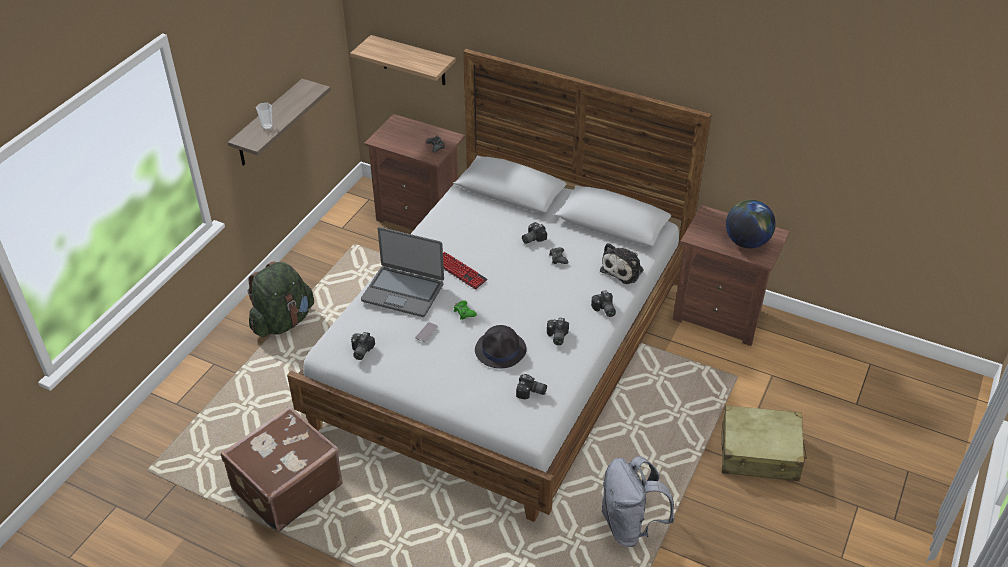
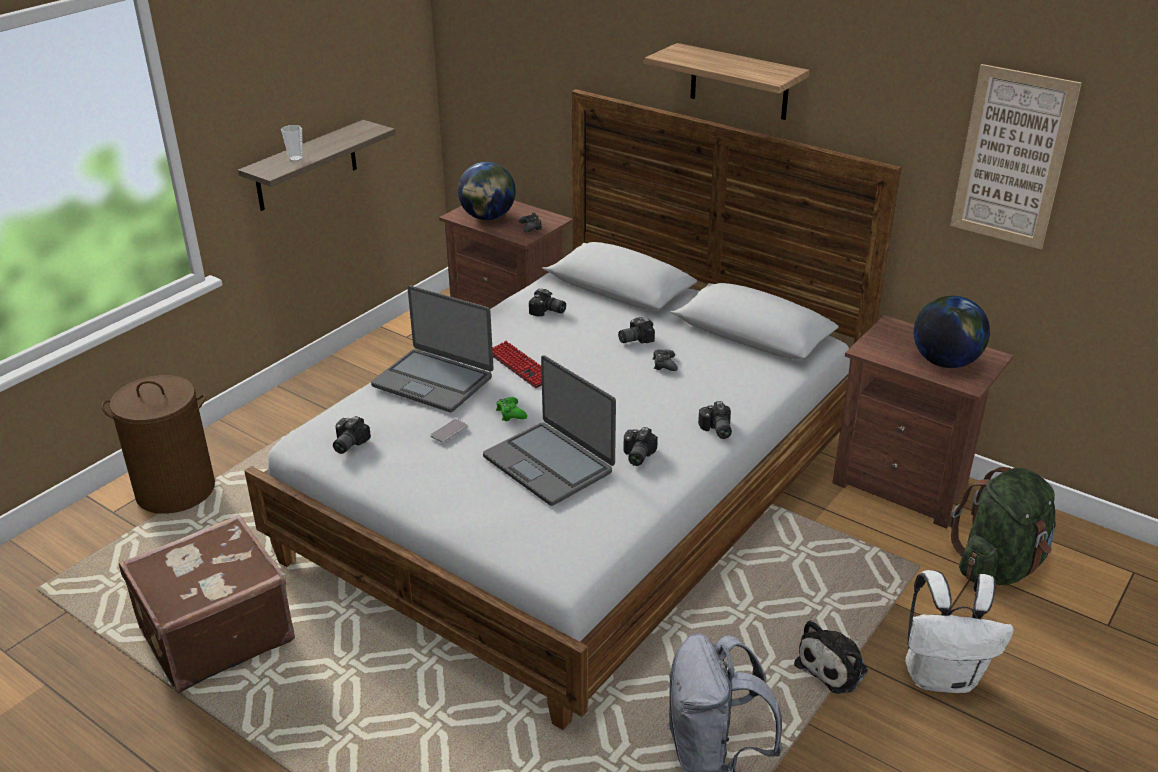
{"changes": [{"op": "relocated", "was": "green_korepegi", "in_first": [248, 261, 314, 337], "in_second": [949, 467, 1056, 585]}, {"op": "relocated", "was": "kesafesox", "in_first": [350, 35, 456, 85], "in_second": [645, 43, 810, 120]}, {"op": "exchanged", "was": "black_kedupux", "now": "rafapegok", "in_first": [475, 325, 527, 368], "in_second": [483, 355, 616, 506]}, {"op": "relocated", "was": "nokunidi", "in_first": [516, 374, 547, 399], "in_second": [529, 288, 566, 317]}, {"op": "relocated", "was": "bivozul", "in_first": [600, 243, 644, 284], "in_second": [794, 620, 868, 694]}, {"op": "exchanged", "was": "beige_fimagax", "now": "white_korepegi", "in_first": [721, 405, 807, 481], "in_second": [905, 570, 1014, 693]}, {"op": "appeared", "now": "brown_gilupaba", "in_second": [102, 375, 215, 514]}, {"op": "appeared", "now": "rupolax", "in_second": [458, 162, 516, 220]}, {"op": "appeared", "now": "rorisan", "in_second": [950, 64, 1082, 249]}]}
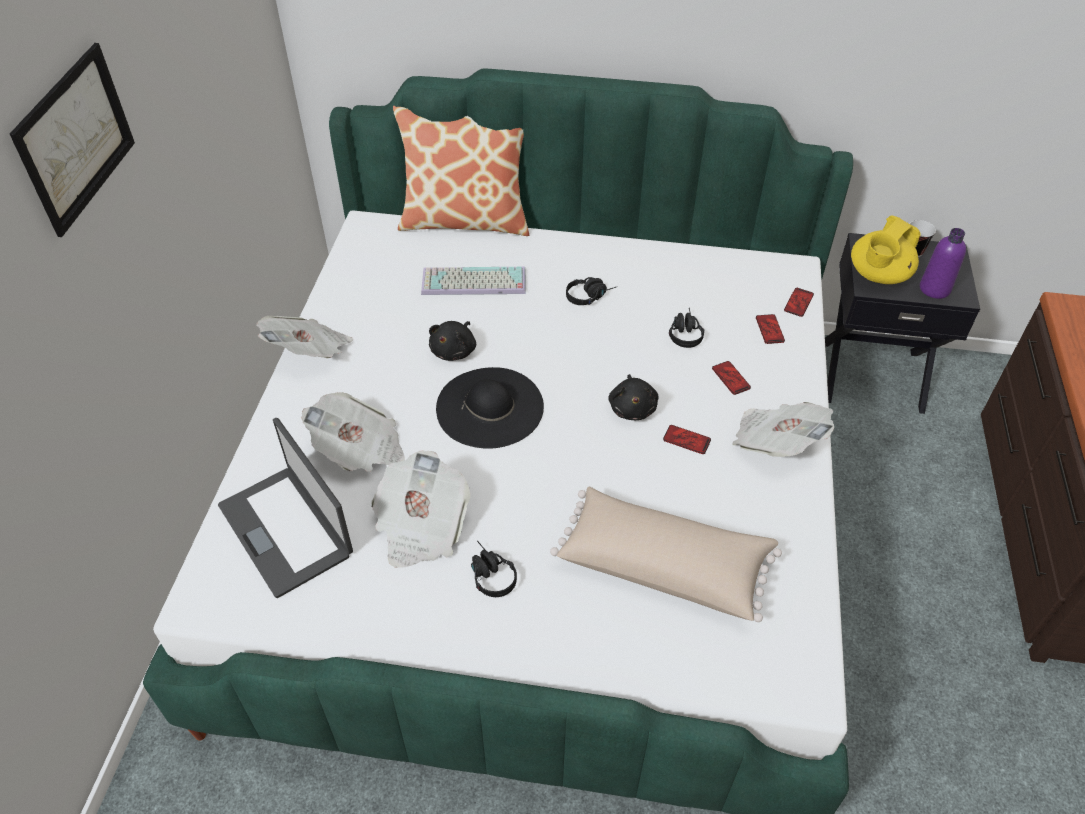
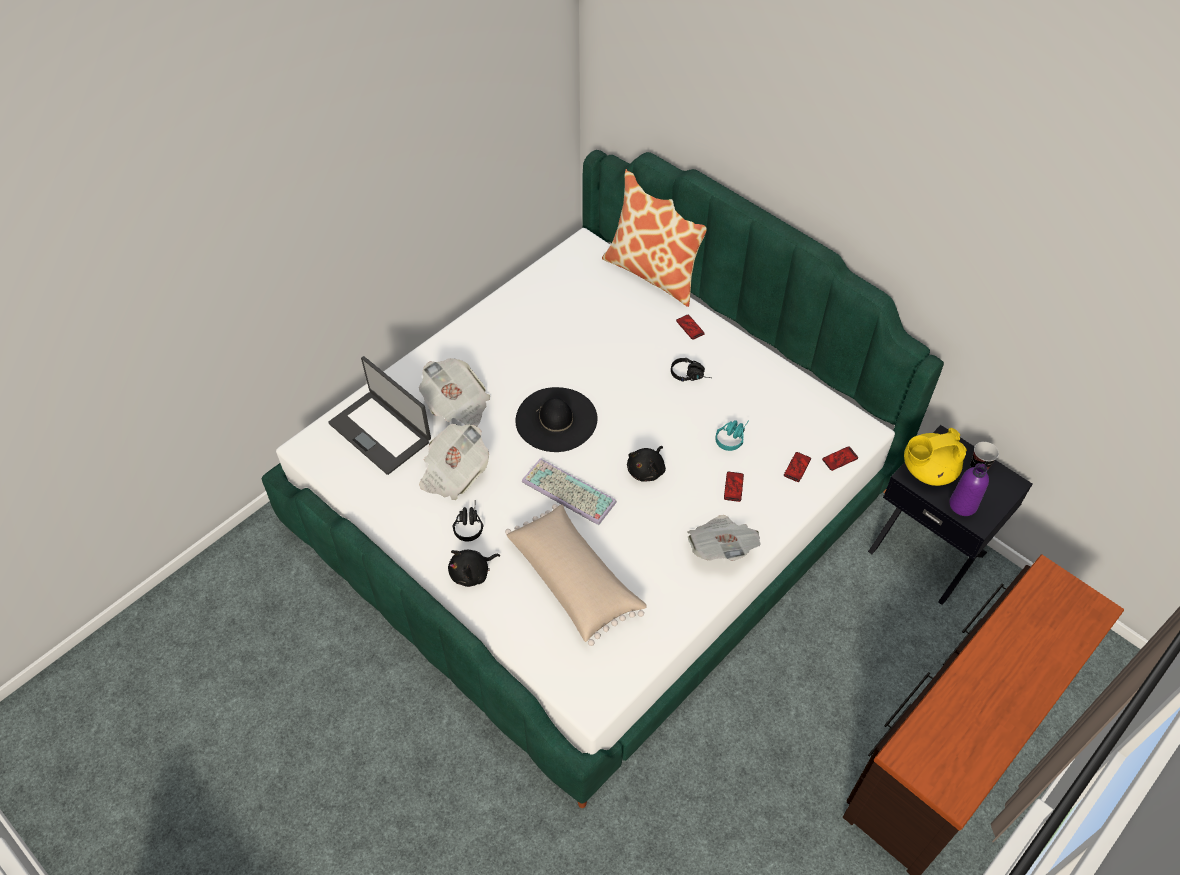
{"changes": [{"op": "missing", "was": "rorisan", "in_first": [10, 43, 135, 237]}, {"op": "spun", "was": "rafapegok", "in_first": [218, 418, 353, 598], "in_second": [328, 356, 431, 475], "clockwise": -45}, {"op": "missing", "was": "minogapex", "in_first": [256, 316, 353, 358]}, {"op": "relocated", "was": "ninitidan", "in_first": [421, 267, 526, 295], "in_second": [522, 458, 617, 525]}, {"op": "relocated", "was": "black_bivozul", "in_first": [429, 321, 476, 361], "in_second": [448, 550, 500, 587]}, {"op": "relocated", "was": "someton", "in_first": [663, 425, 711, 454], "in_second": [676, 315, 705, 340]}, {"op": "colour", "was": "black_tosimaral", "now": "turquoise_tosimaral", "in_first": [669, 308, 704, 348], "in_second": [715, 420, 749, 451]}]}
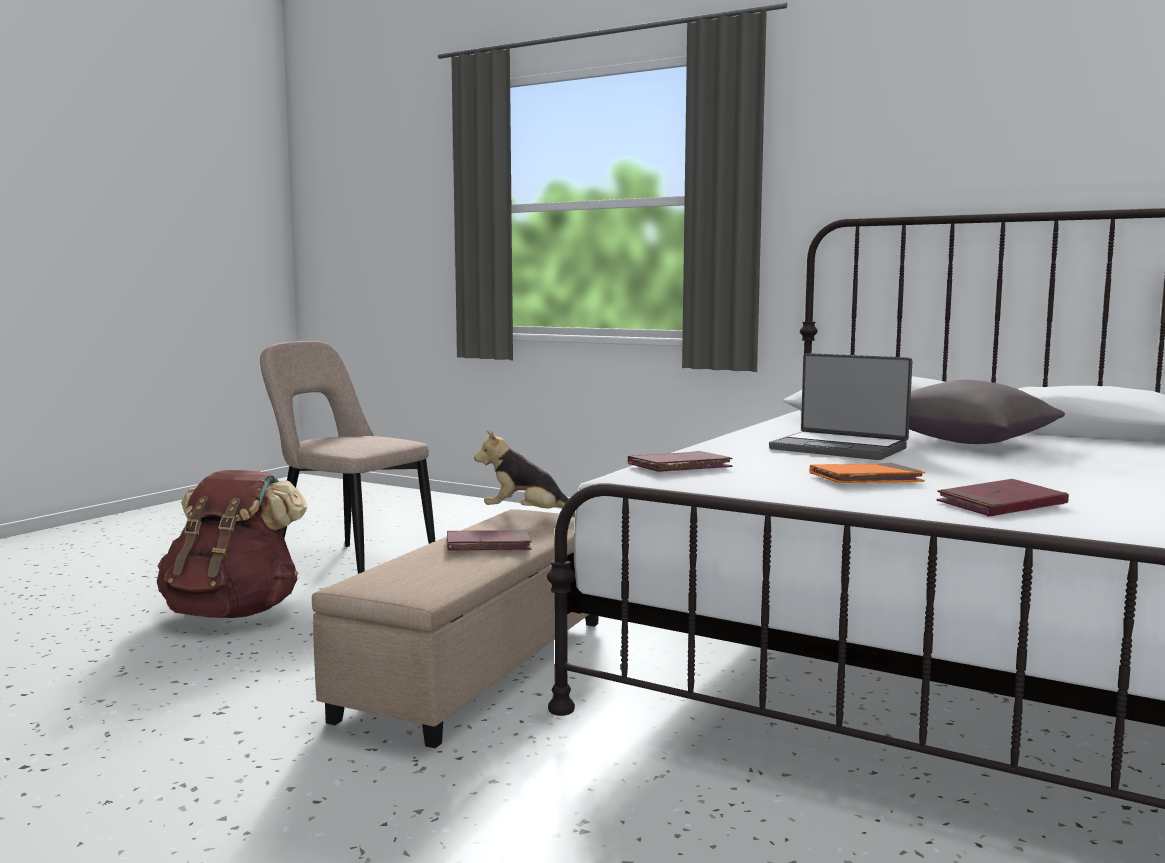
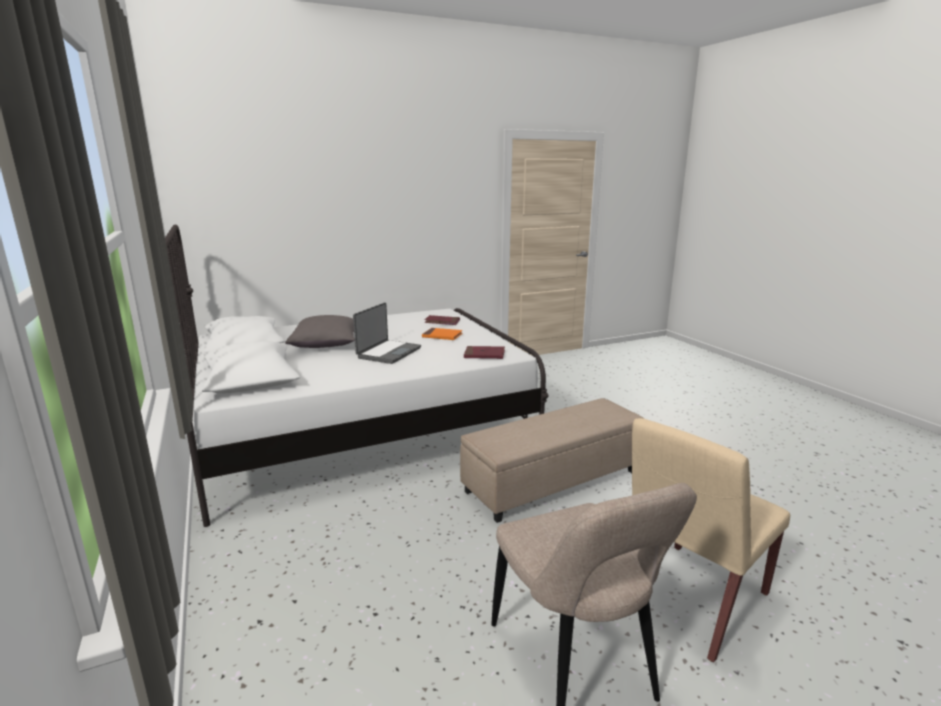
{"changes": [{"op": "exchanged", "was": "brown_korepegi", "now": "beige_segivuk", "in_first": [157, 470, 307, 618], "in_second": [632, 418, 790, 662]}, {"op": "missing", "was": "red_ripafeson", "in_first": [447, 529, 532, 550]}, {"op": "missing", "was": "bivozul", "in_first": [474, 430, 575, 518]}, {"op": "spun", "was": "rafapegok", "in_first": [769, 353, 912, 460], "in_second": [353, 303, 421, 364], "clockwise": 45}]}
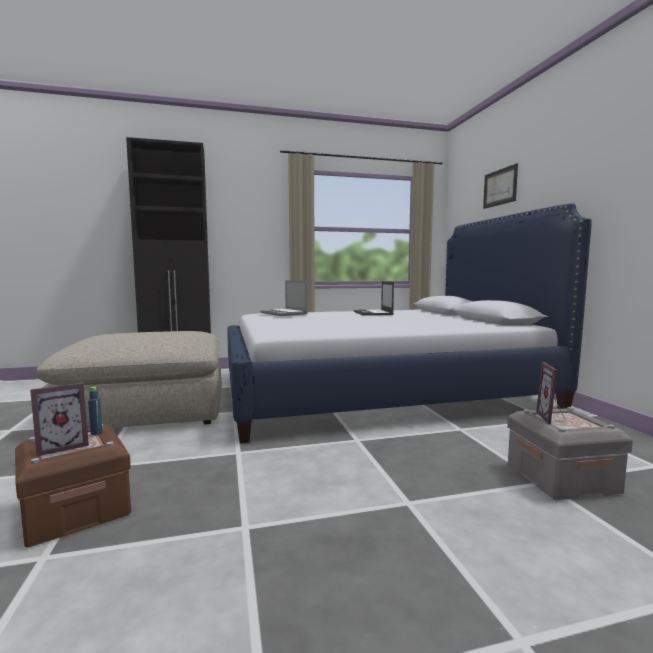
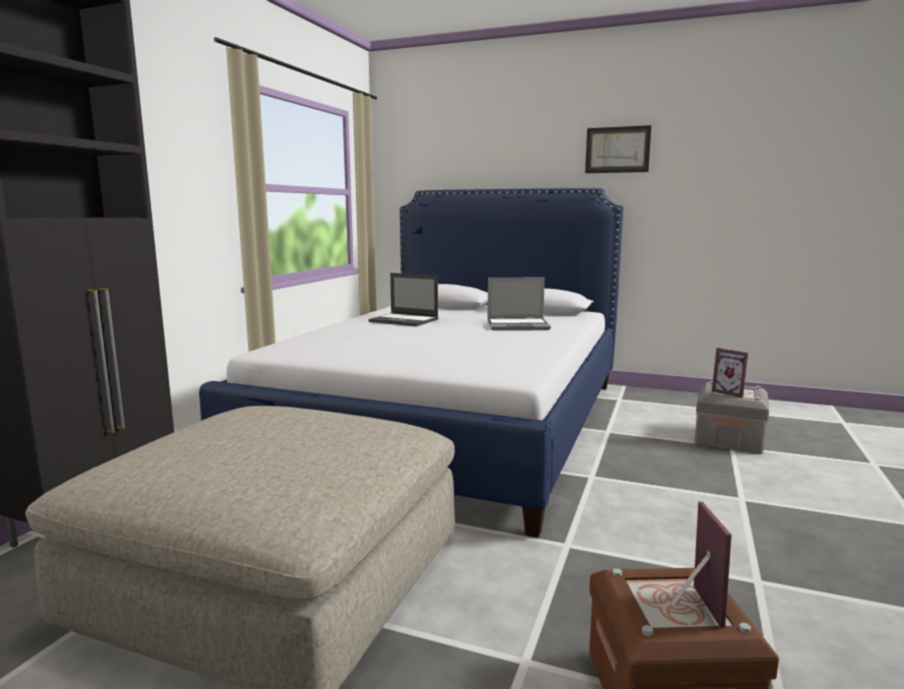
{"changes": [{"op": "missing", "was": "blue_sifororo", "in_first": [88, 387, 103, 435]}, {"op": "relocated", "was": "rafapegok", "in_first": [260, 280, 308, 316], "in_second": [487, 277, 551, 331]}, {"op": "relocated", "was": "rorisan", "in_first": [483, 163, 518, 209], "in_second": [585, 125, 652, 173]}]}
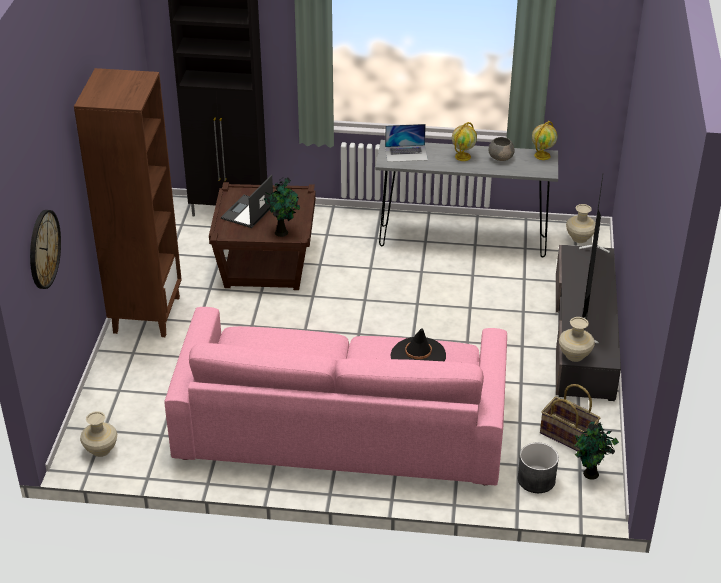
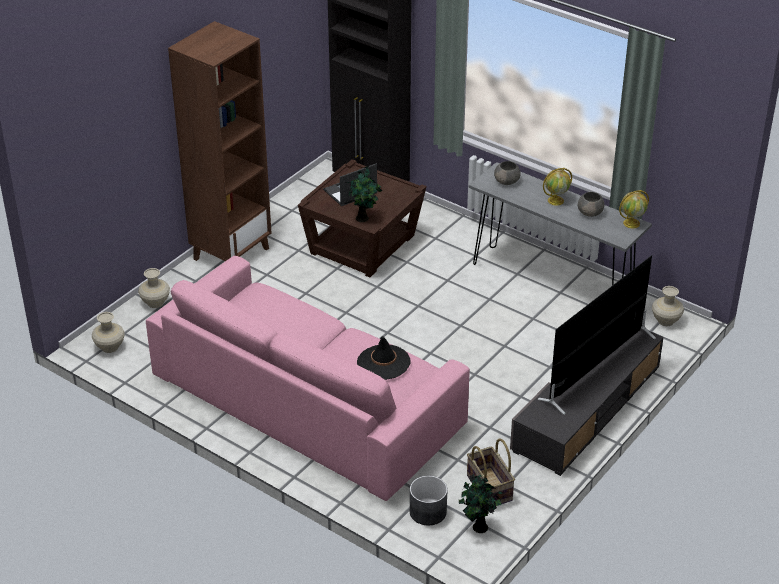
{"changes": [{"op": "missing", "was": "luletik", "in_first": [30, 210, 61, 289]}, {"op": "exchanged", "was": "rafapegok", "now": "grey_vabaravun", "in_first": [385, 124, 428, 162], "in_second": [494, 161, 521, 185]}, {"op": "relocated", "was": "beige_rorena", "in_first": [559, 317, 595, 362], "in_second": [138, 268, 170, 308]}]}
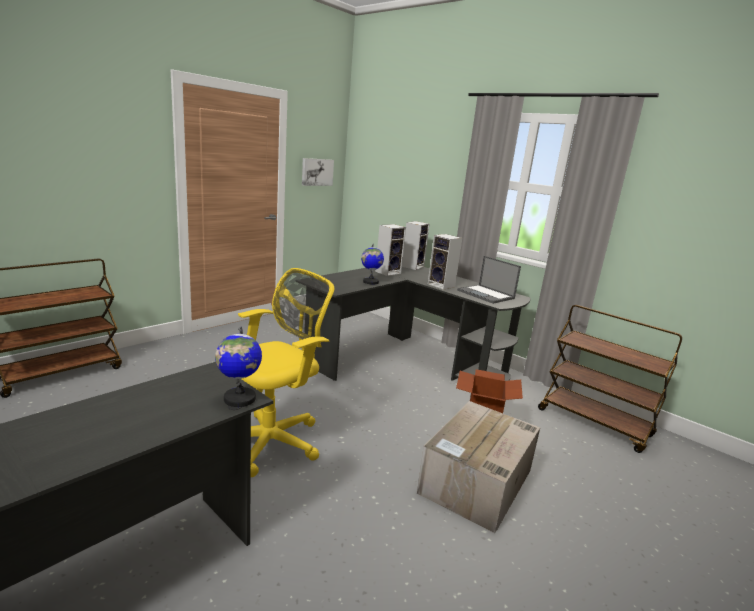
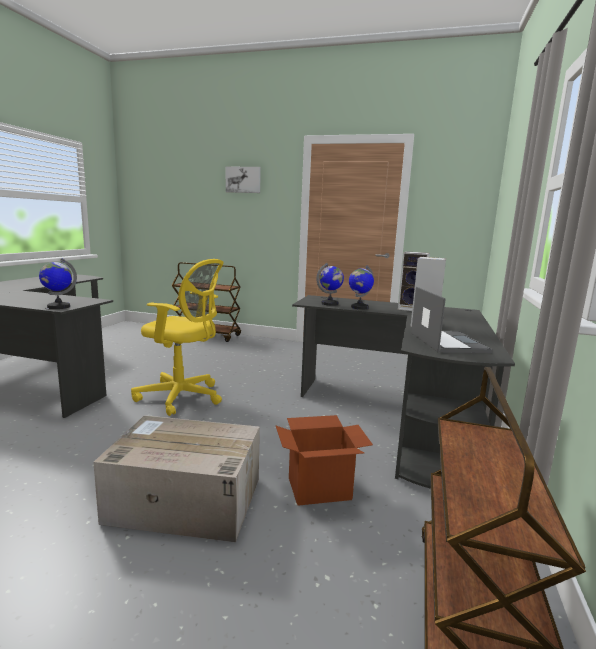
{"changes": [{"op": "relocated", "was": "rorisan", "in_first": [302, 158, 334, 186], "in_second": [226, 167, 261, 193]}, {"op": "missing", "was": "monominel", "in_first": [402, 221, 430, 270]}, {"op": "spun", "was": "rafapegok", "in_first": [457, 256, 521, 304], "in_second": [411, 287, 493, 353], "clockwise": 150}, {"op": "appeared", "now": "rupolax", "in_second": [316, 263, 344, 306]}]}
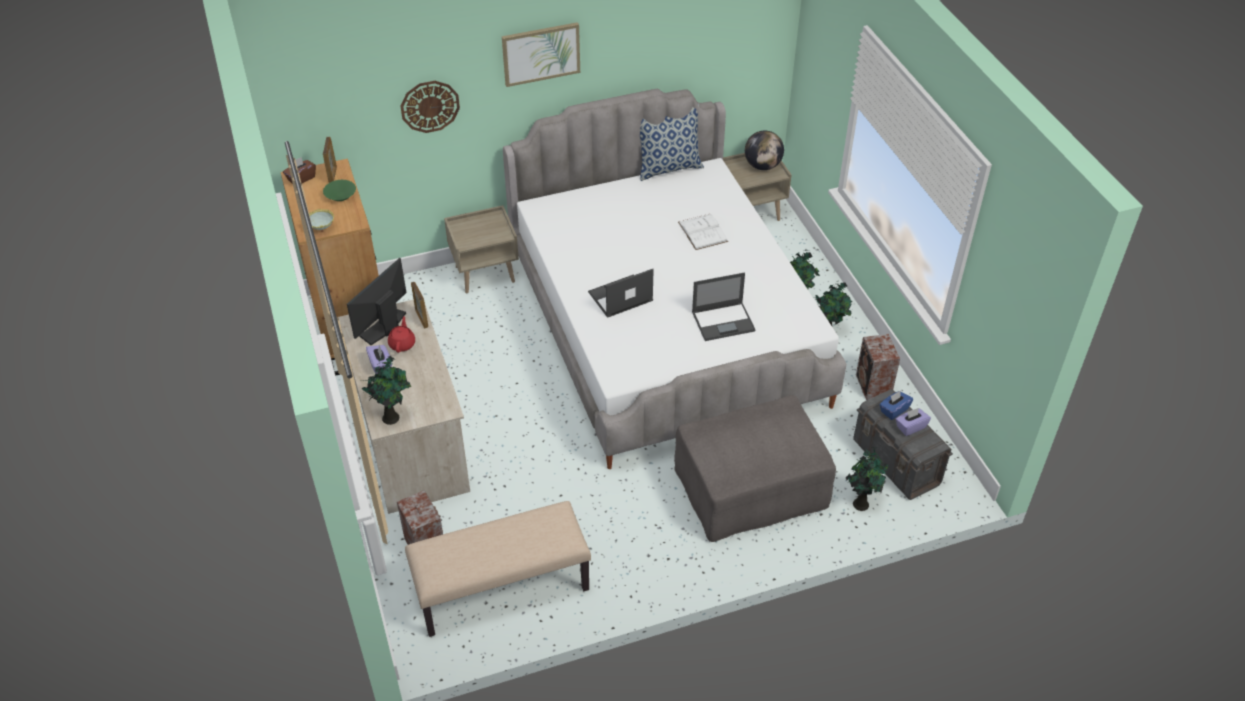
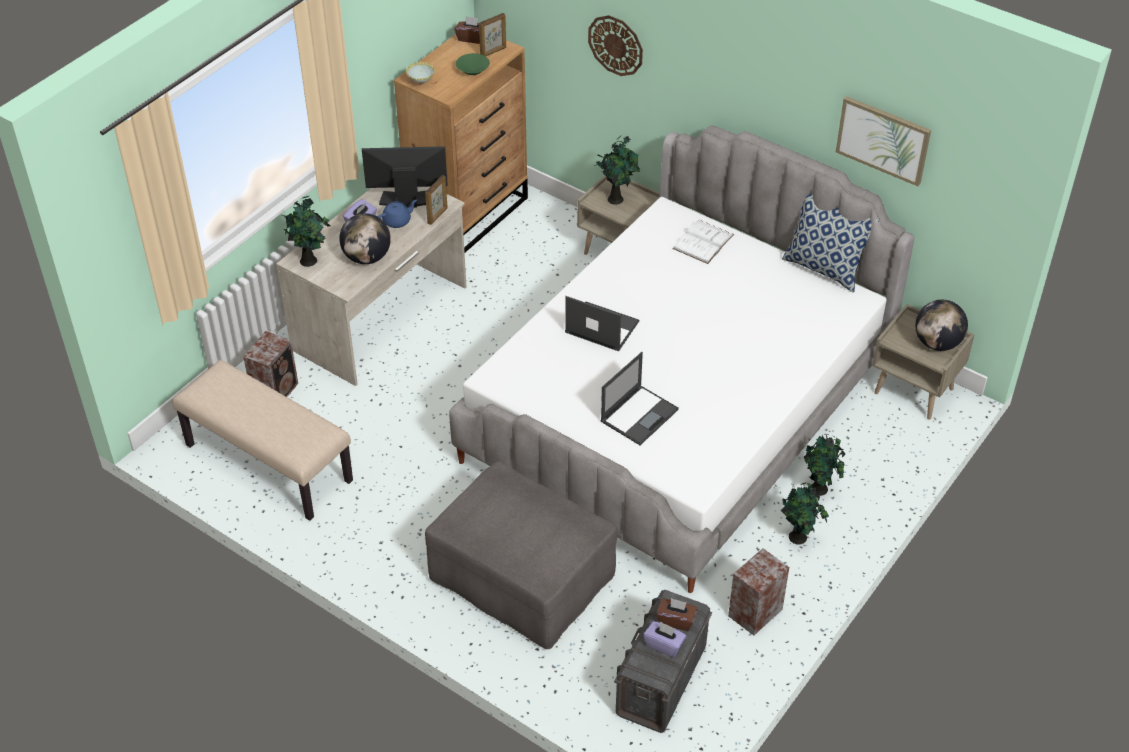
{"changes": [{"op": "colour", "was": "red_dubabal", "now": "blue_dubabal", "in_first": [388, 316, 415, 353], "in_second": [377, 200, 417, 228]}, {"op": "relocated", "was": "rorisan", "in_first": [502, 22, 580, 87], "in_second": [836, 96, 931, 186]}, {"op": "relocated", "was": "white_ripafeson", "in_first": [678, 214, 728, 250], "in_second": [672, 220, 734, 264]}, {"op": "spun", "was": "rafapegok", "in_first": [692, 272, 756, 341], "in_second": [601, 352, 679, 445], "clockwise": -90}, {"op": "relocated", "was": "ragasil", "in_first": [846, 447, 888, 511], "in_second": [594, 135, 640, 205]}, {"op": "colour", "was": "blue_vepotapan", "now": "brown_vepotapan", "in_first": [879, 391, 913, 420], "in_second": [656, 598, 697, 631]}, {"op": "appeared", "now": "rupolax", "in_second": [339, 213, 391, 264]}]}
